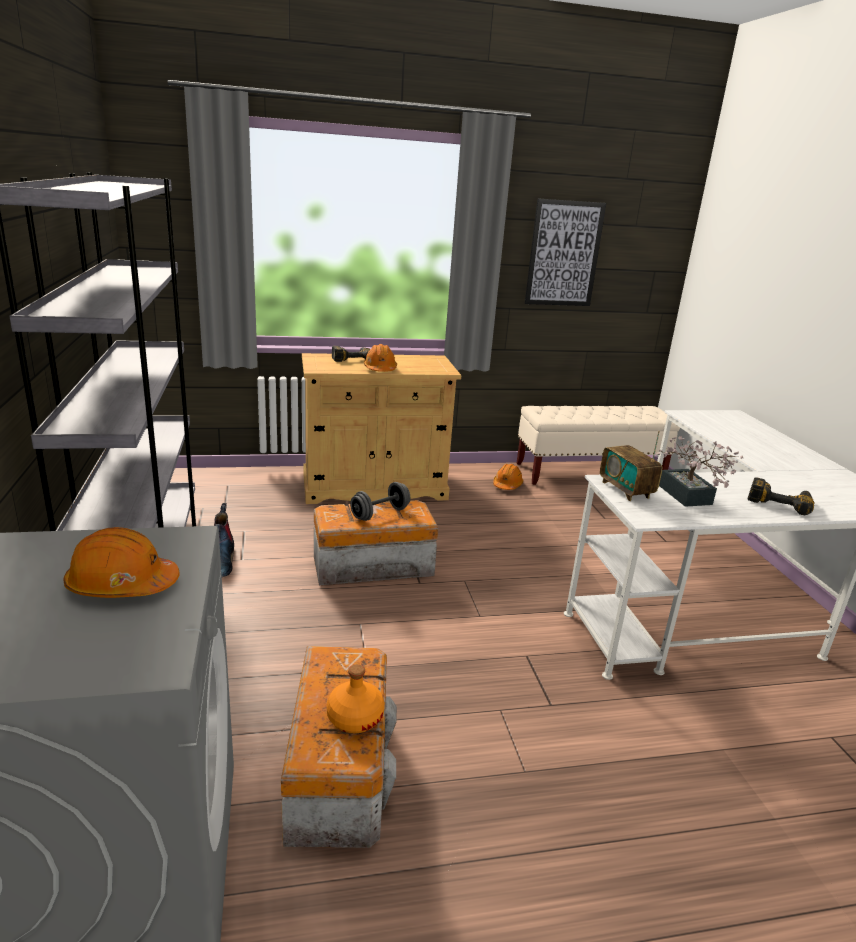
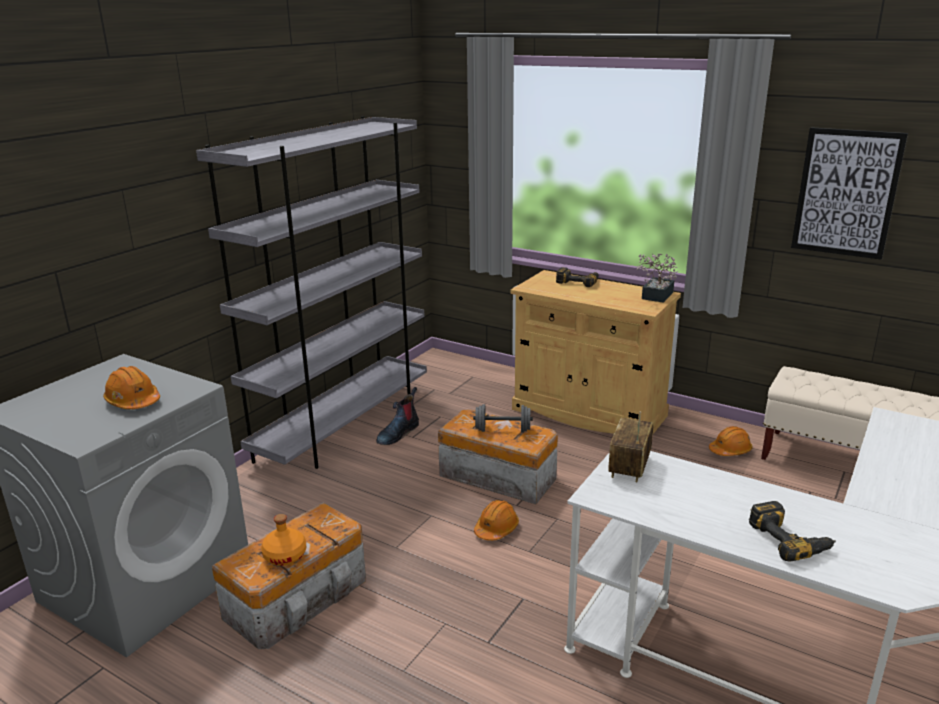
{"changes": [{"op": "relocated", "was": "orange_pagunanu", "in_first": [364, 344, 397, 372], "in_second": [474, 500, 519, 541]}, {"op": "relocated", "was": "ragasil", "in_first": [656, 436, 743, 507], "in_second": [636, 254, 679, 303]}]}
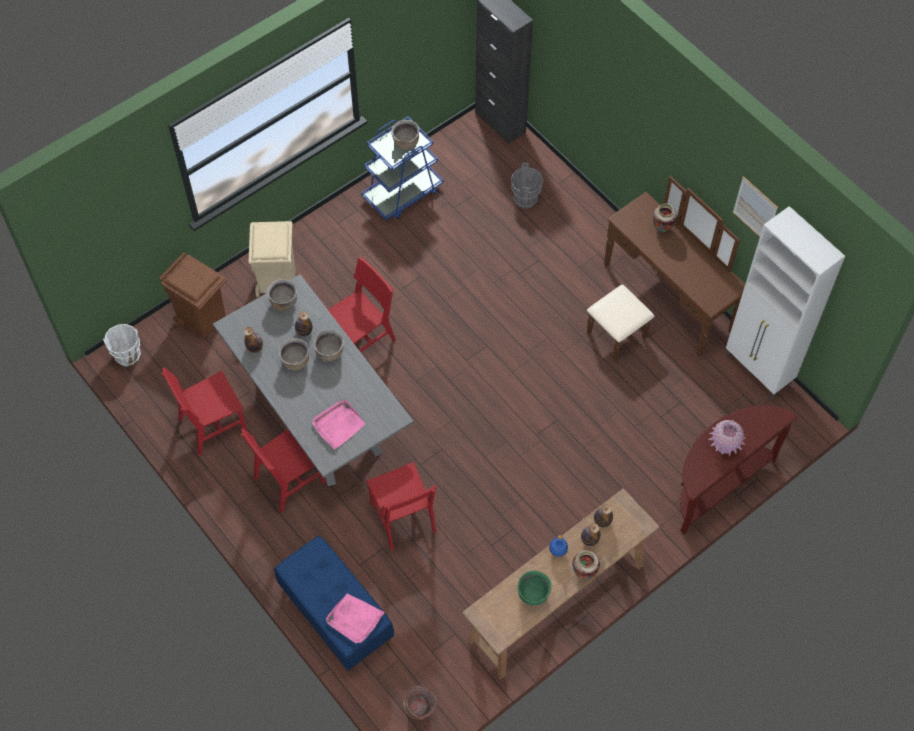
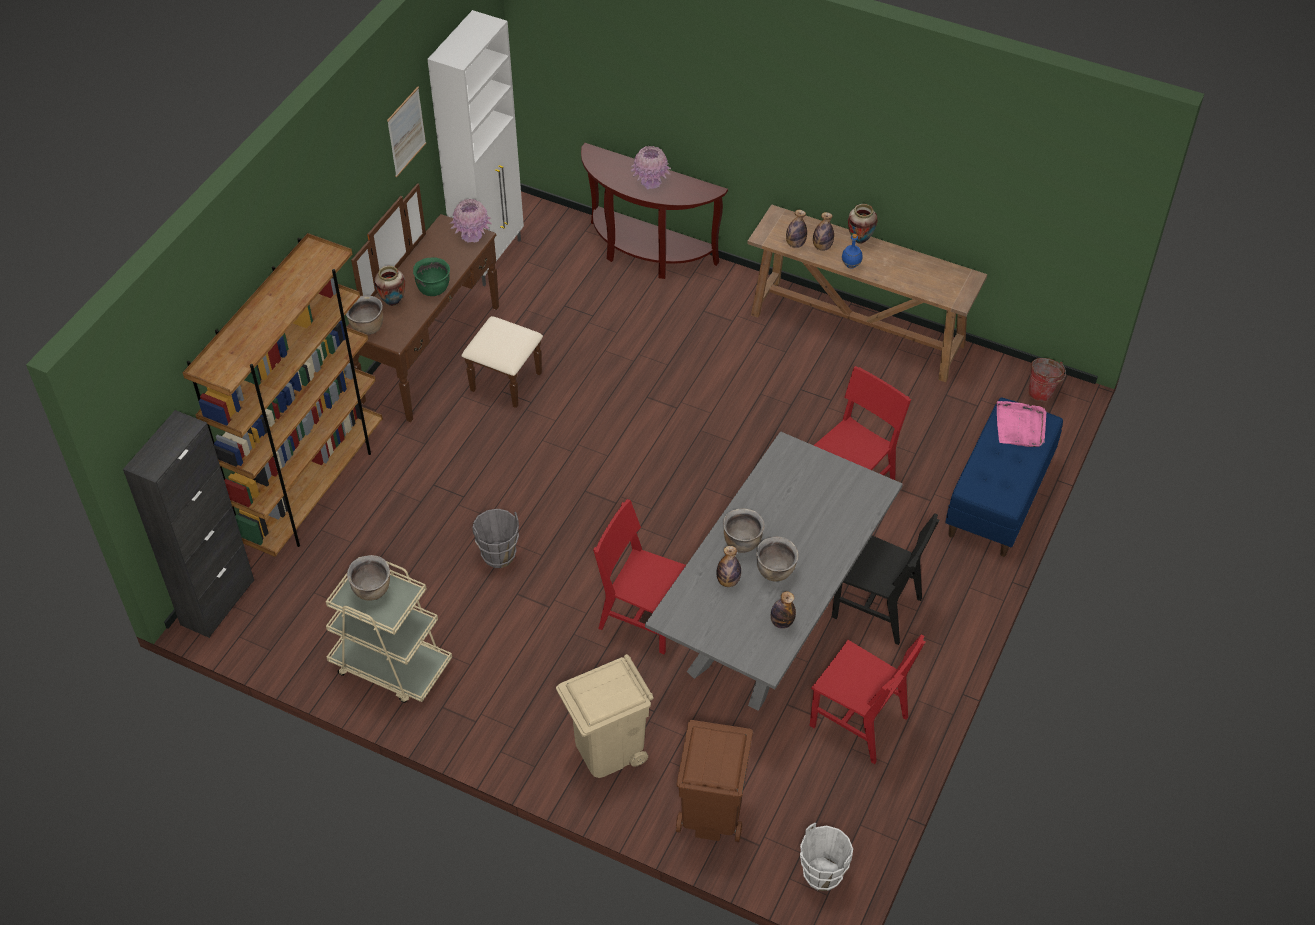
{"changes": [{"op": "colour", "was": "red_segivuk", "now": "black_segivuk", "in_first": [241, 428, 326, 513], "in_second": [832, 513, 939, 645]}, {"op": "relocated", "was": "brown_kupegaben", "in_first": [267, 279, 297, 312], "in_second": [346, 295, 383, 335]}, {"op": "missing", "was": "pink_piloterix", "in_first": [312, 400, 365, 449]}, {"op": "colour", "was": "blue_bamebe", "now": "beige_bamebe", "in_first": [361, 117, 443, 220], "in_second": [326, 557, 452, 703]}, {"op": "relocated", "was": "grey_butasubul", "in_first": [511, 162, 543, 209], "in_second": [472, 509, 519, 568]}, {"op": "relocated", "was": "green_kupegaben", "in_first": [518, 571, 551, 606], "in_second": [413, 257, 450, 296]}, {"op": "appeared", "now": "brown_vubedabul", "in_second": [183, 233, 383, 557]}, {"op": "appeared", "now": "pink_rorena", "in_second": [449, 198, 492, 243]}]}
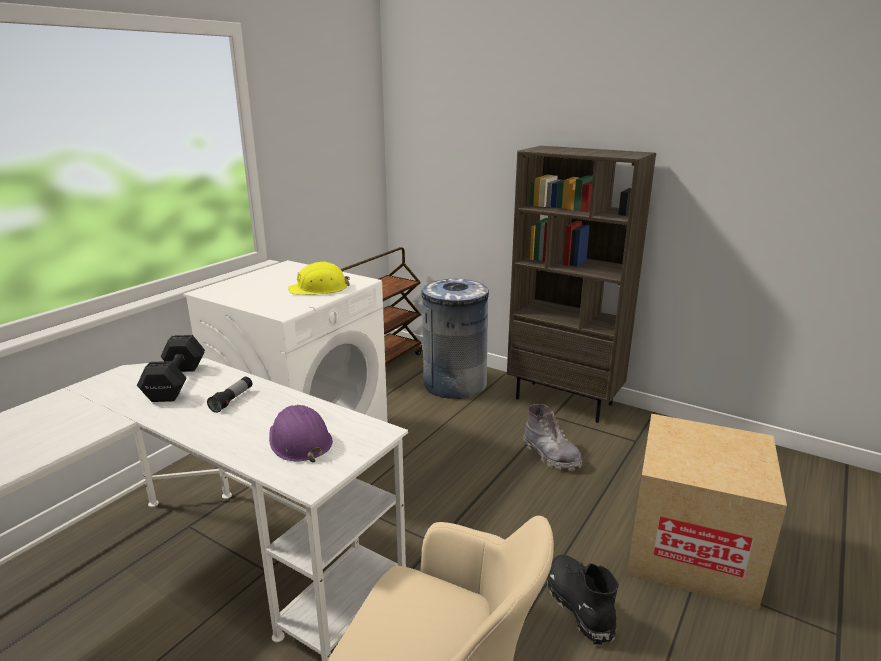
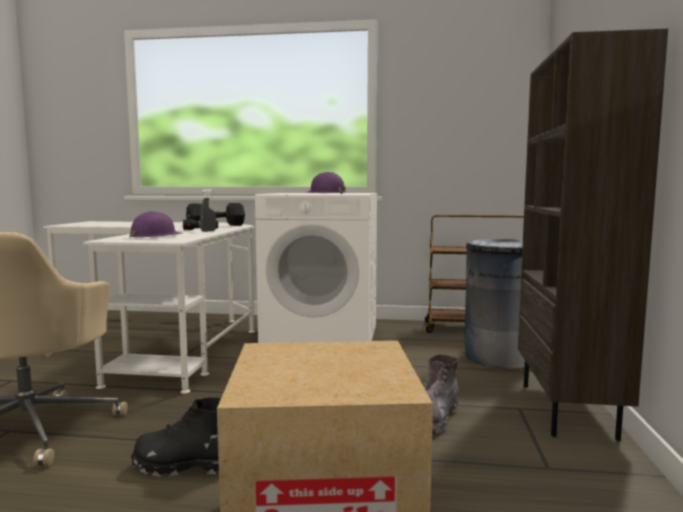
{"changes": [{"op": "colour", "was": "yellow_pagunanu", "now": "purple_pagunanu", "in_first": [288, 261, 350, 295], "in_second": [307, 172, 346, 194]}, {"op": "spun", "was": "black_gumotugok", "in_first": [547, 555, 619, 646], "in_second": [131, 397, 221, 477], "clockwise": -135}, {"op": "appeared", "now": "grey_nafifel", "in_second": [200, 189, 216, 232]}]}
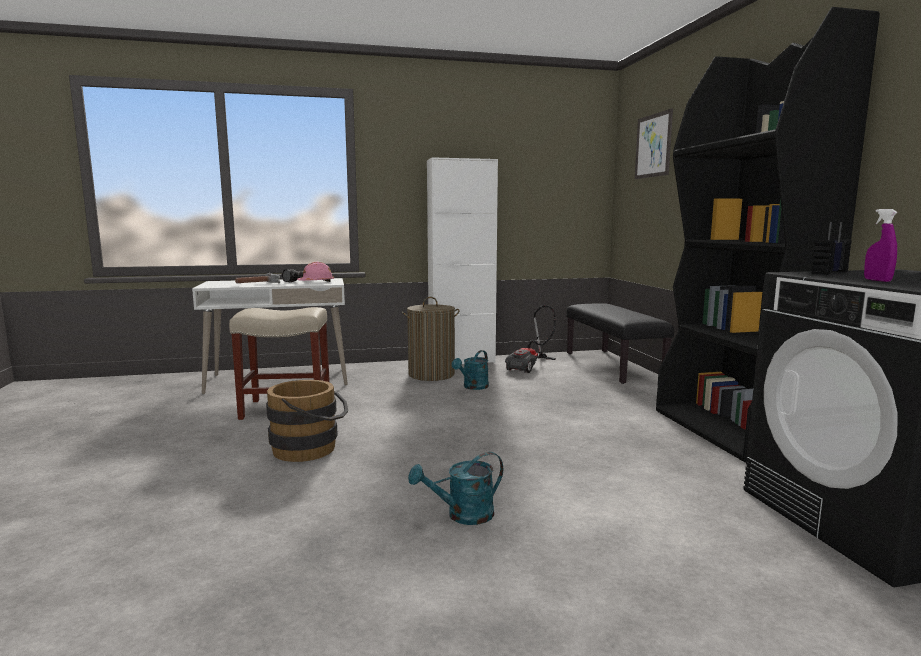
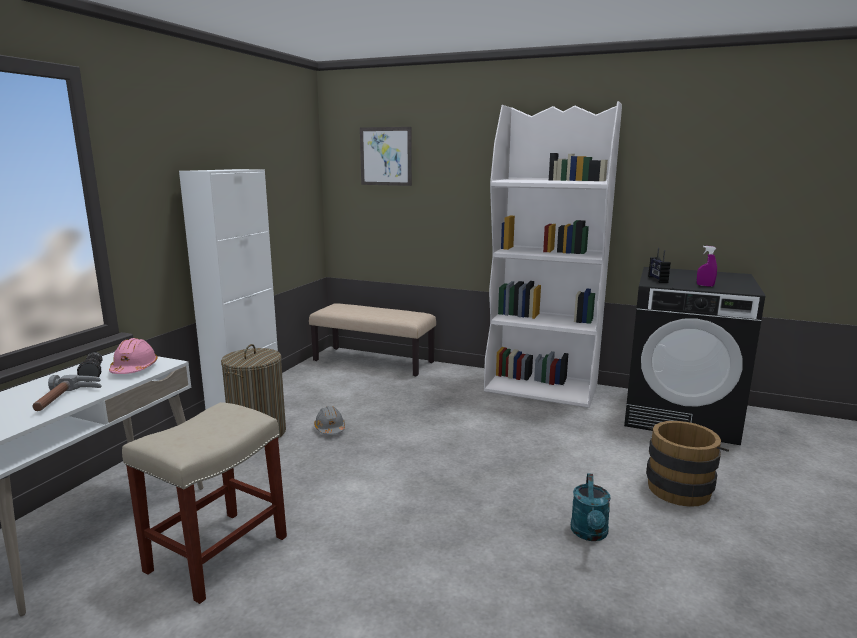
{"changes": [{"op": "relocated", "was": "brown_butasubul", "in_first": [266, 380, 348, 462], "in_second": [646, 421, 729, 507]}, {"op": "exchanged", "was": "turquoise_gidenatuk", "now": "grey_pagunanu", "in_first": [452, 350, 489, 390], "in_second": [314, 406, 345, 435]}, {"op": "missing", "was": "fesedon", "in_first": [505, 305, 556, 373]}, {"op": "colour", "was": "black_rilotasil", "now": "beige_rilotasil", "in_first": [566, 303, 674, 384], "in_second": [309, 304, 436, 377]}, {"op": "colour", "was": "black_vubedabul", "now": "white_vubedabul", "in_first": [656, 7, 880, 463], "in_second": [484, 101, 622, 408]}]}
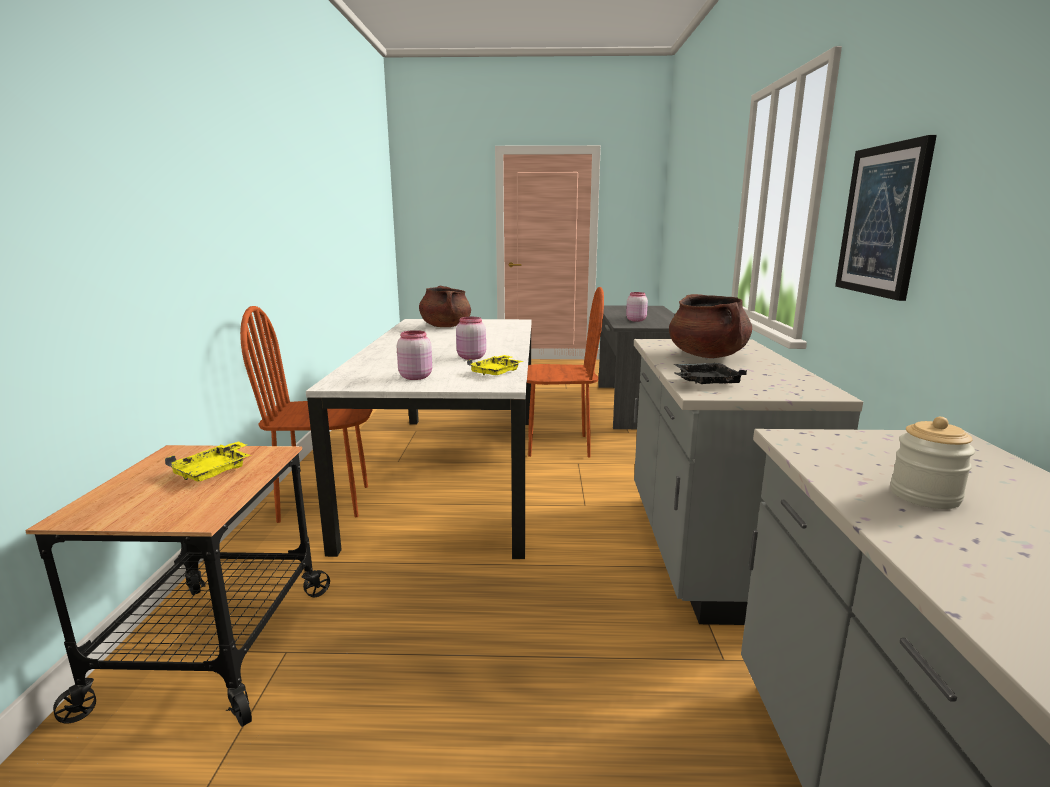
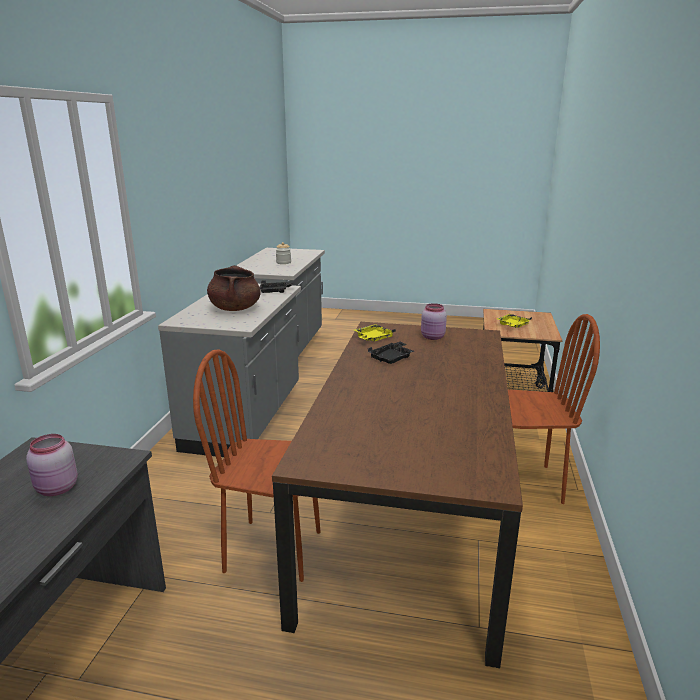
{"changes": [{"op": "colour", "was": "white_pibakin", "now": "brown_pibakin", "in_first": [306, 319, 532, 559], "in_second": [272, 322, 523, 668]}, {"op": "missing", "was": "brown_kupegaben", "in_first": [419, 286, 471, 327]}, {"op": "exchanged", "was": "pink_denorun", "now": "black_piloterix", "in_first": [456, 317, 486, 360], "in_second": [368, 342, 414, 364]}, {"op": "missing", "was": "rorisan", "in_first": [835, 135, 937, 301]}]}
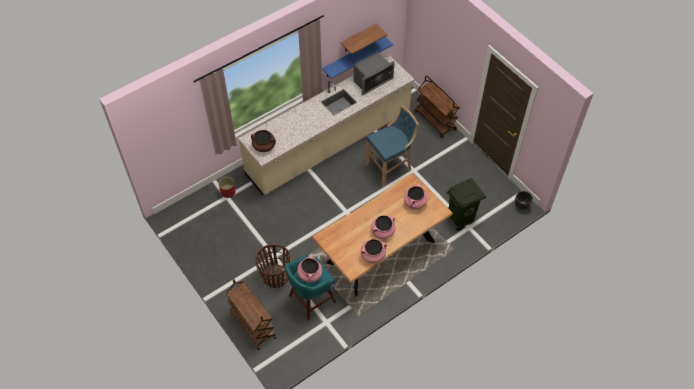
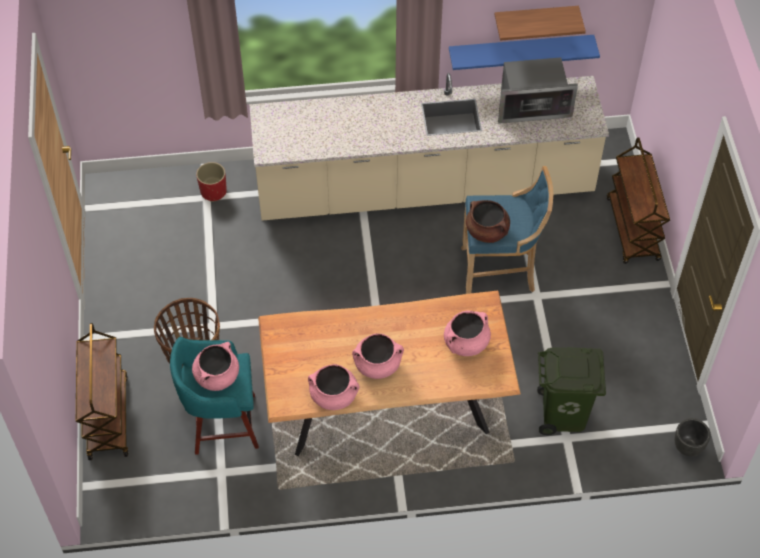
{"changes": [{"op": "relocated", "was": "brown_kupegaben", "in_first": [251, 130, 276, 152], "in_second": [466, 200, 510, 243]}]}
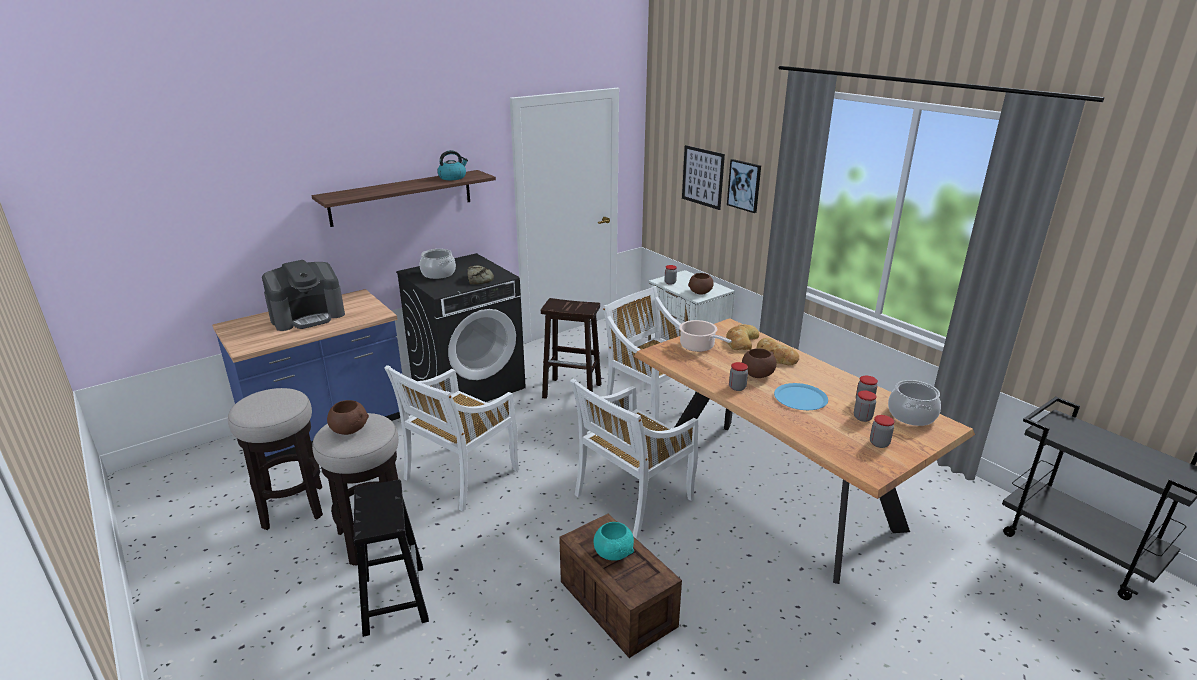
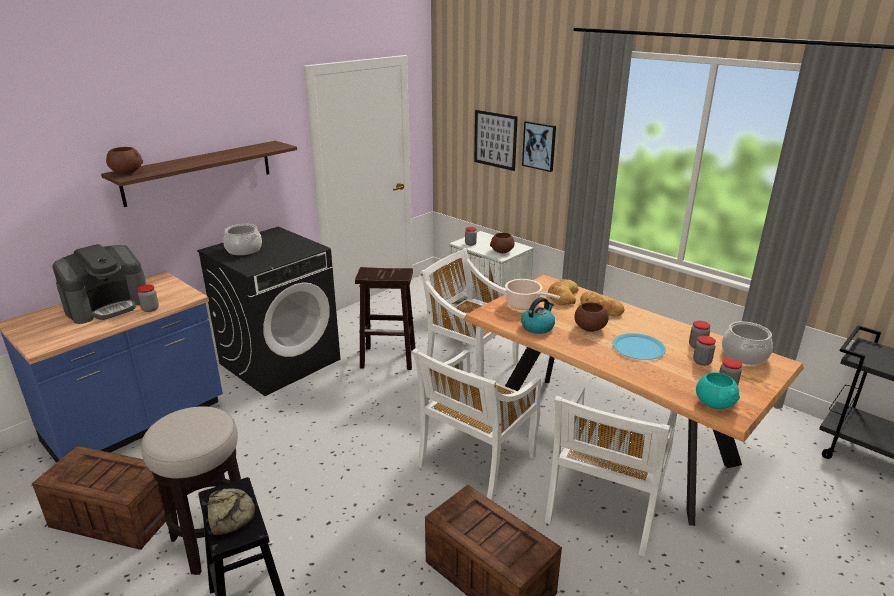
{"changes": [{"op": "exchanged", "was": "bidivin", "now": "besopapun", "in_first": [228, 388, 323, 530], "in_second": [32, 446, 176, 550]}, {"op": "relocated", "was": "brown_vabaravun", "in_first": [327, 400, 369, 435], "in_second": [106, 147, 143, 174]}, {"op": "relocated", "was": "white_segivuk", "in_first": [384, 365, 519, 511], "in_second": [545, 386, 677, 557]}, {"op": "relocated", "was": "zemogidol", "in_first": [437, 150, 468, 180], "in_second": [521, 297, 555, 334]}, {"op": "relocated", "was": "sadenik", "in_first": [468, 265, 494, 285], "in_second": [207, 488, 255, 535]}, {"op": "relocated", "was": "turquoise_vabaravun", "in_first": [594, 522, 634, 561], "in_second": [696, 372, 740, 409]}, {"op": "relocated", "was": "denorun", "in_first": [729, 362, 748, 391], "in_second": [137, 285, 159, 312]}]}
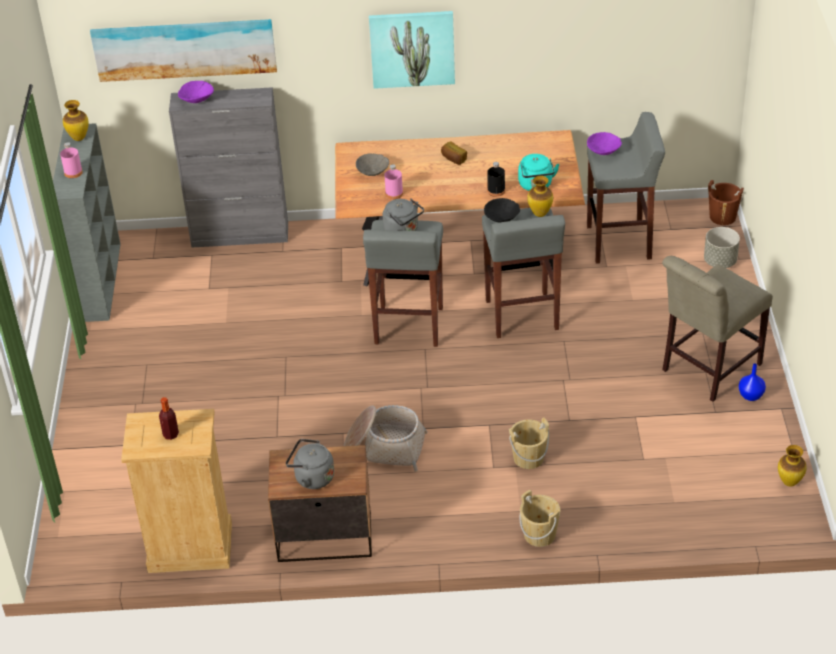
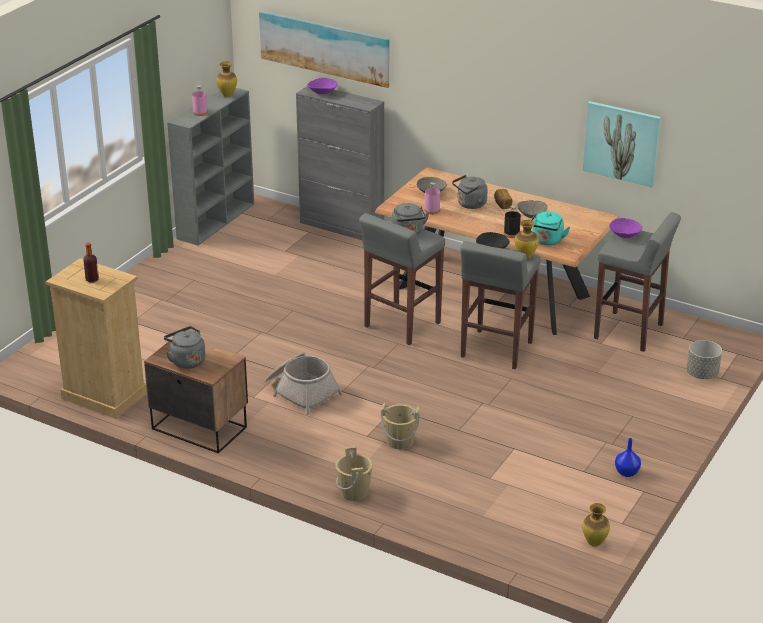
{"changes": [{"op": "relocated", "was": "rorisan", "in_first": [369, 11, 455, 89], "in_second": [583, 101, 661, 187]}, {"op": "missing", "was": "beige_segivuk", "in_first": [662, 256, 773, 402]}, {"op": "missing", "was": "brown_butasubul", "in_first": [708, 180, 744, 225]}, {"op": "appeared", "now": "grey_zemogidol", "in_second": [452, 175, 488, 209]}, {"op": "appeared", "now": "grey_vabaravun", "in_second": [517, 200, 548, 218]}]}
